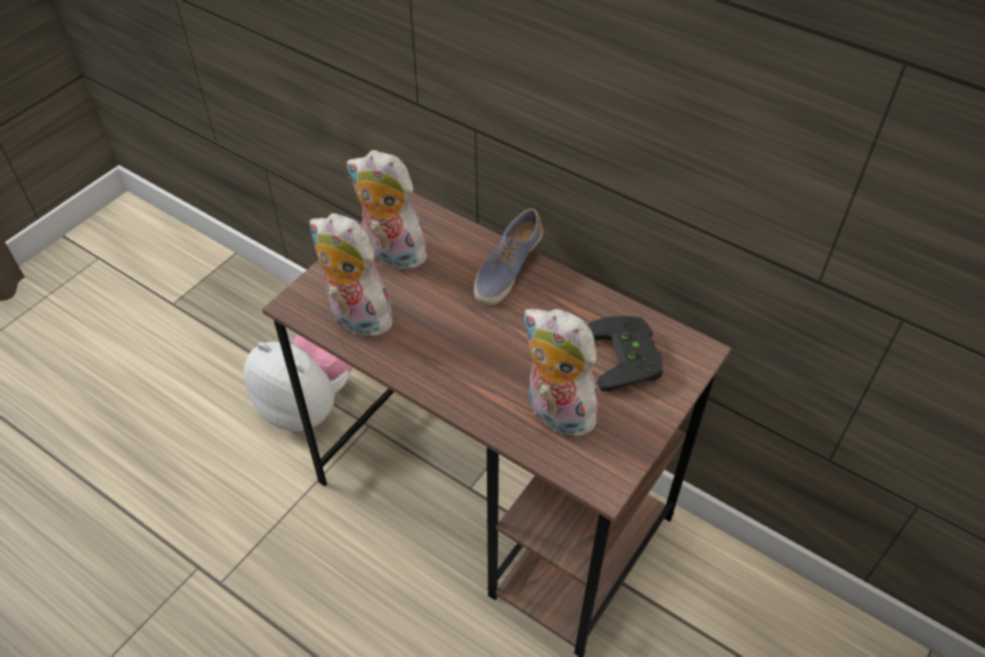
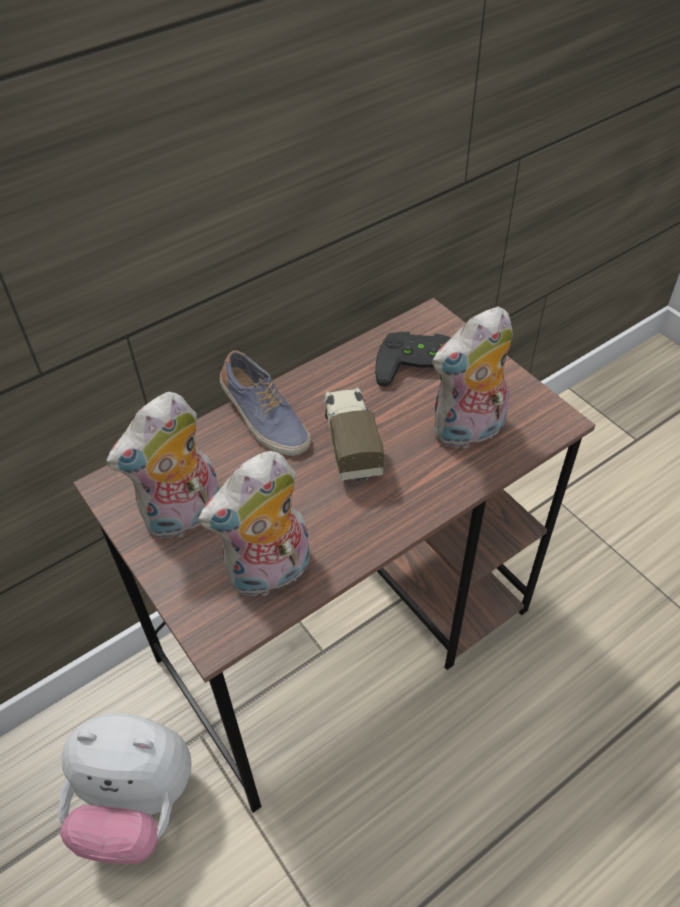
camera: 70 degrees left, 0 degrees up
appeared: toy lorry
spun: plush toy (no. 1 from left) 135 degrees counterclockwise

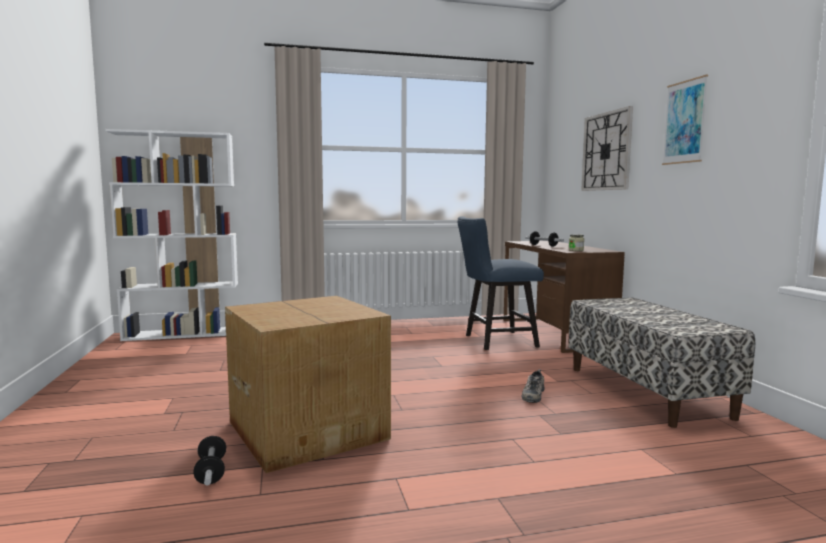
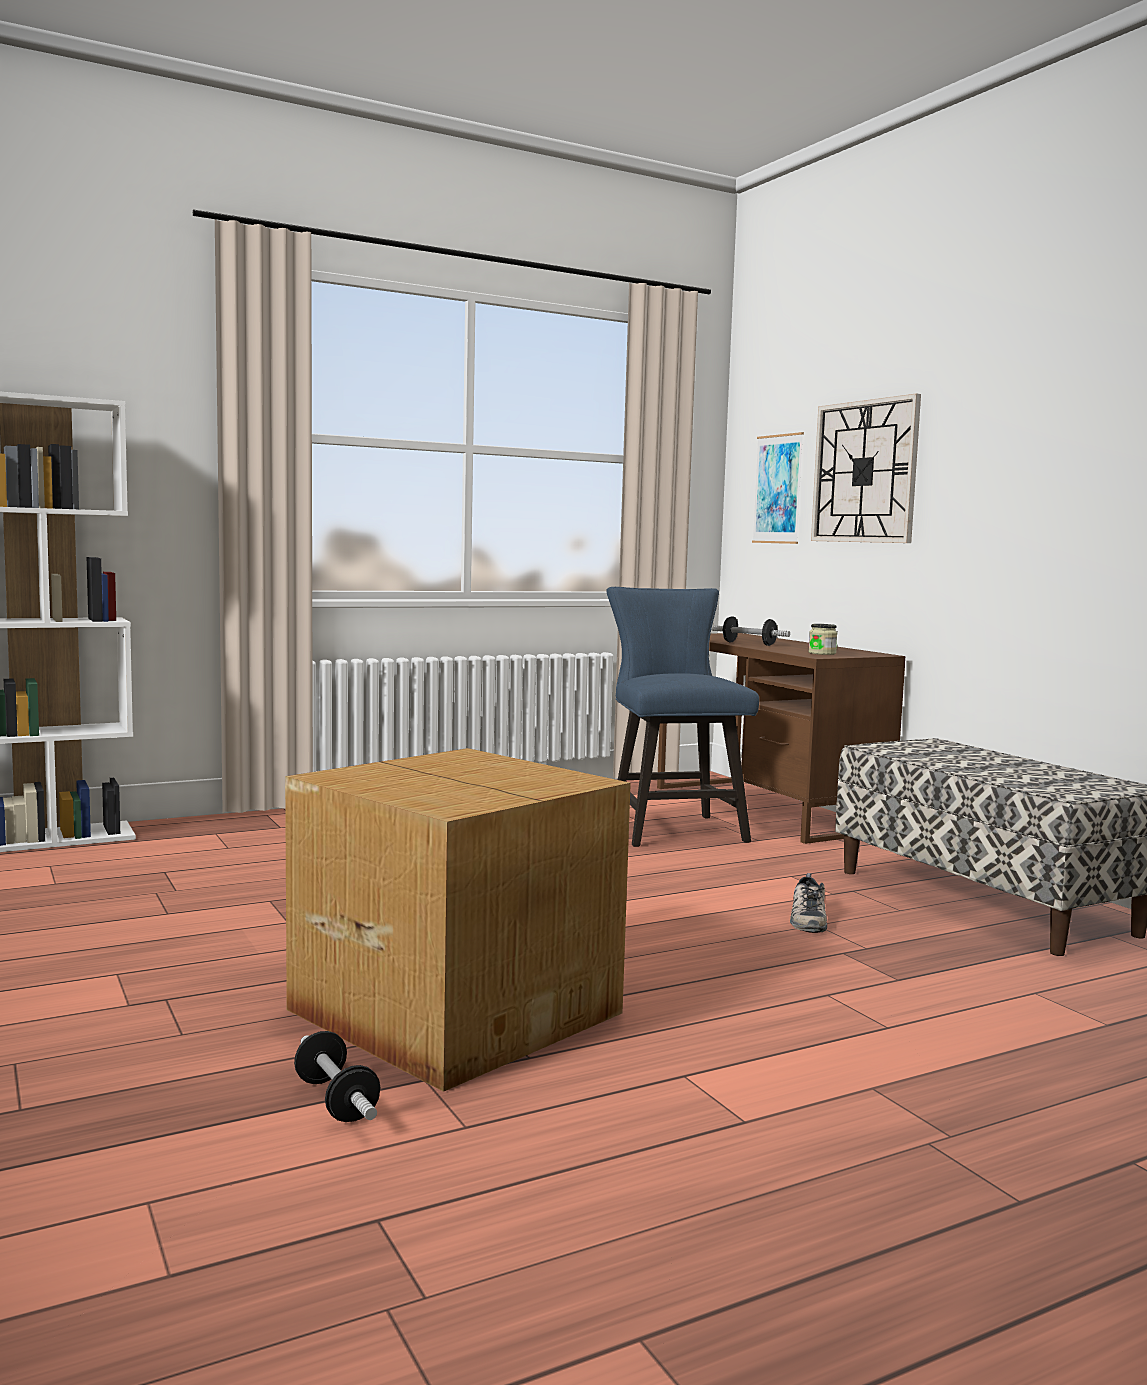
camera: 15 degrees left, 0 degrees up
relocated: wall art
spun: blue chair 105 degrees clockwise

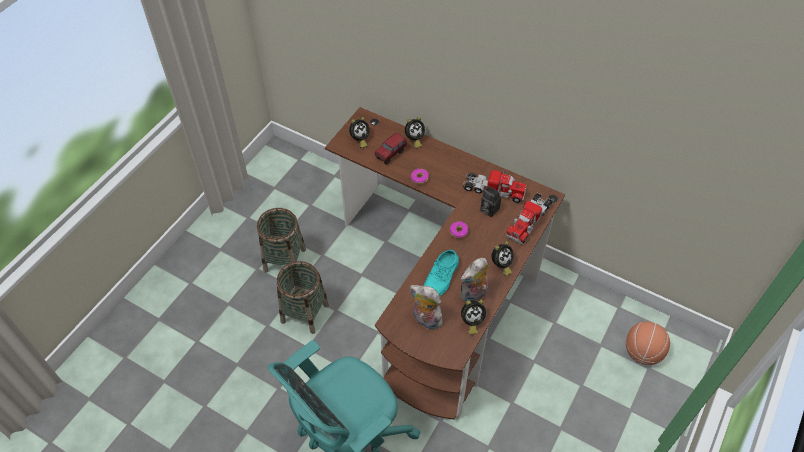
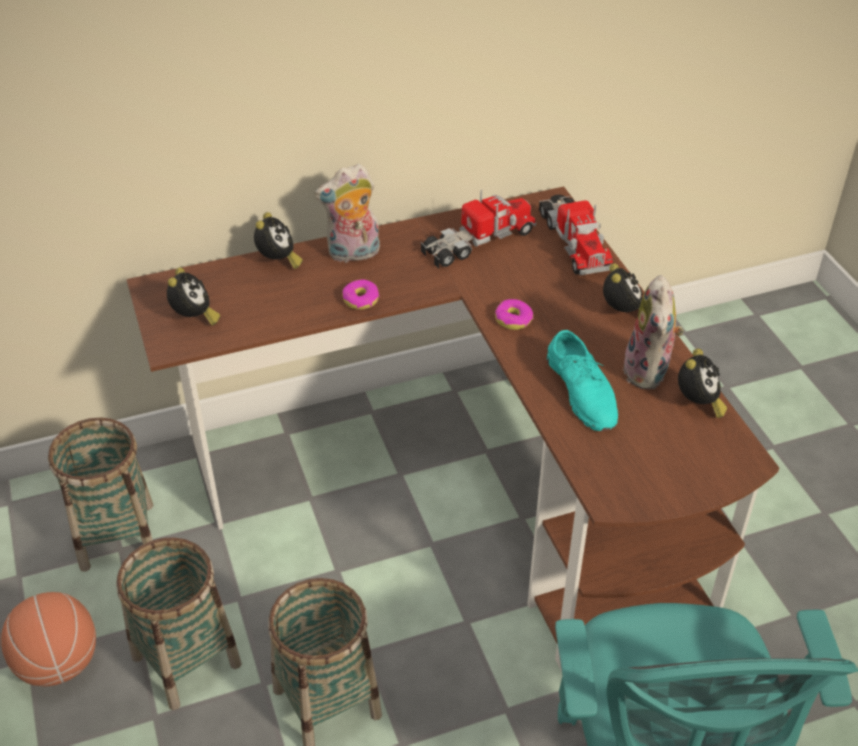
camera: 50 degrees left, 10 degrees down
missing: toy lorry (no. 1 from left); photo camera
appeared: basket (no. 1 from left)
relocated: plush toy (no. 1 from left); ball for basketball

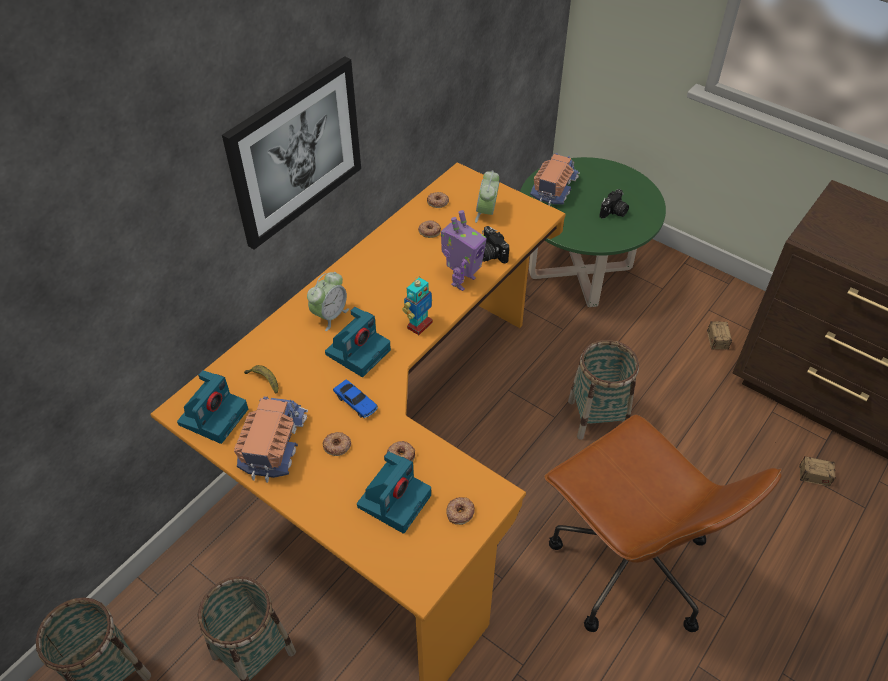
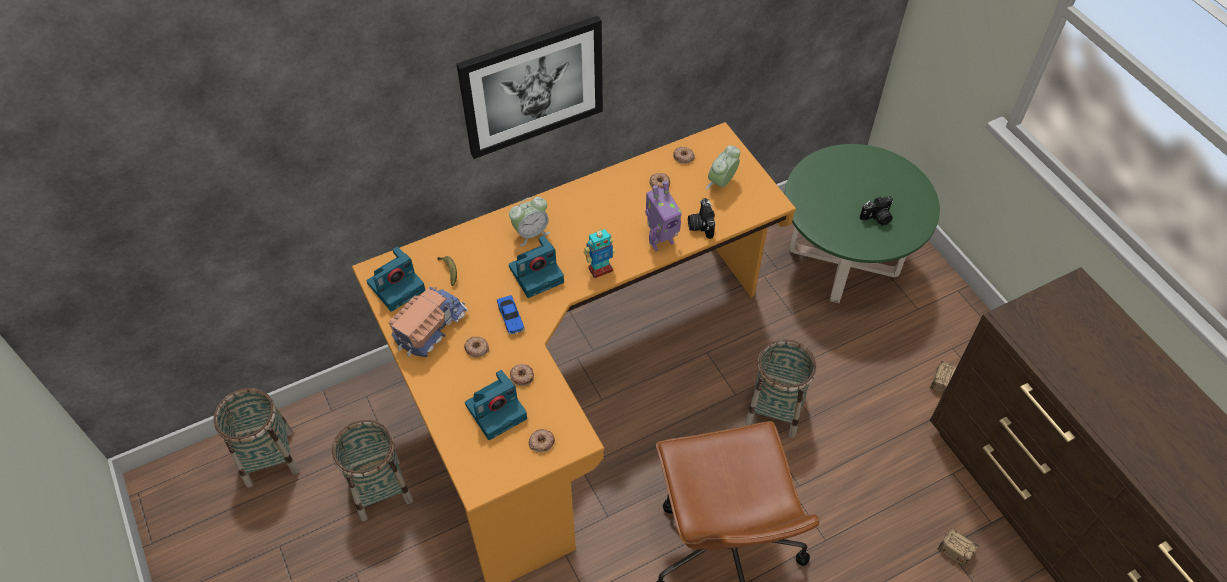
camera: 25 degrees right, 5 degrees up
missing: toy lorry (no. 2 from left)

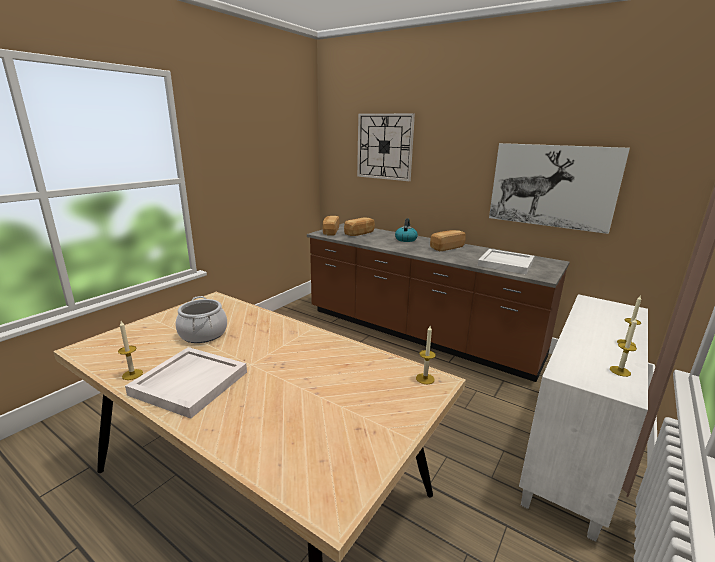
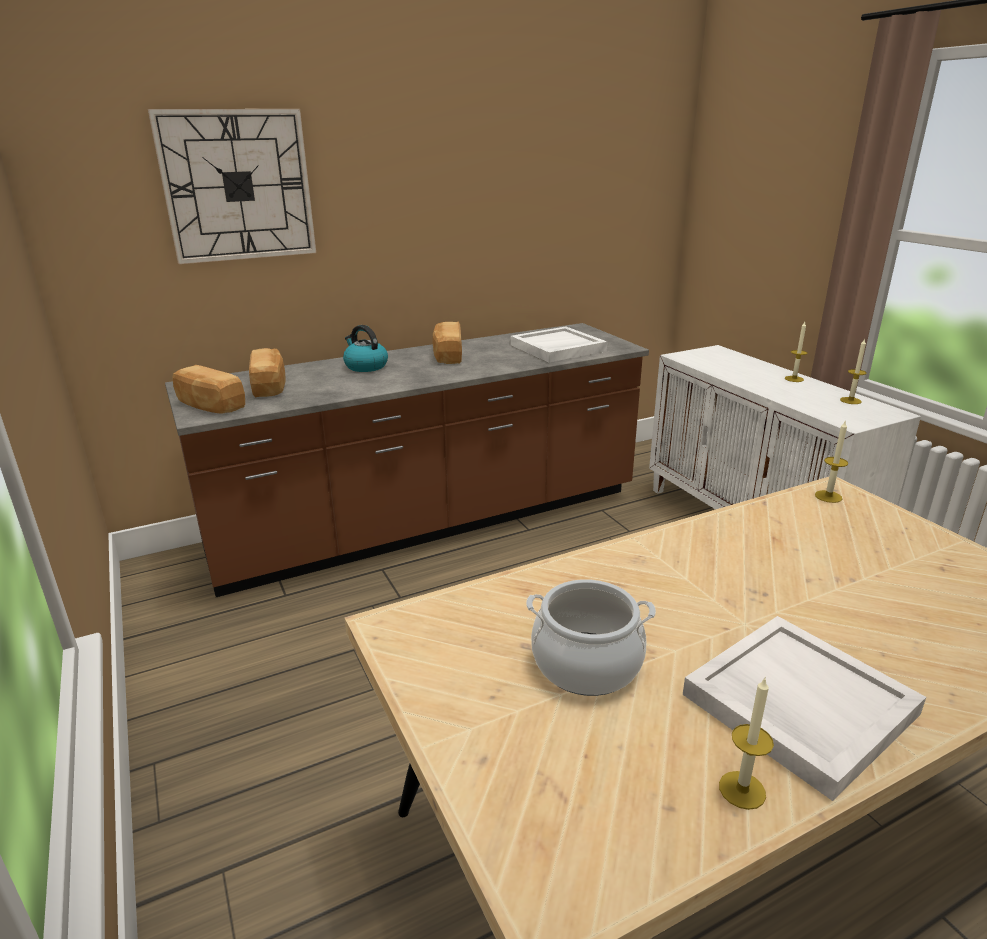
camera: 60 degrees left, 5 degrees up
missing: wall art

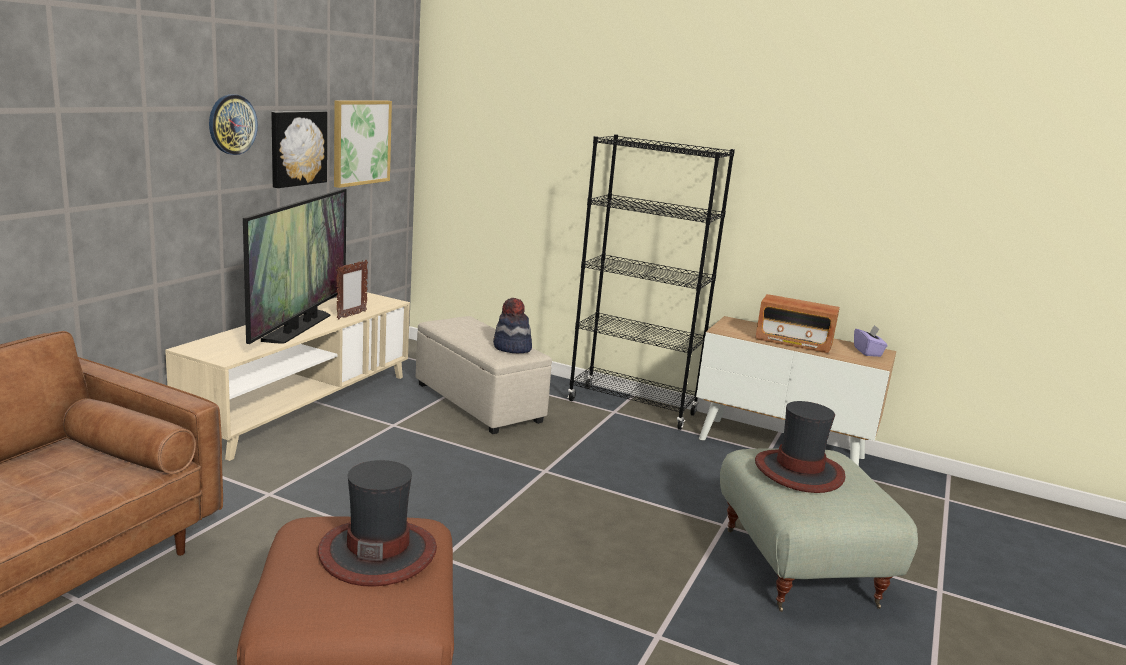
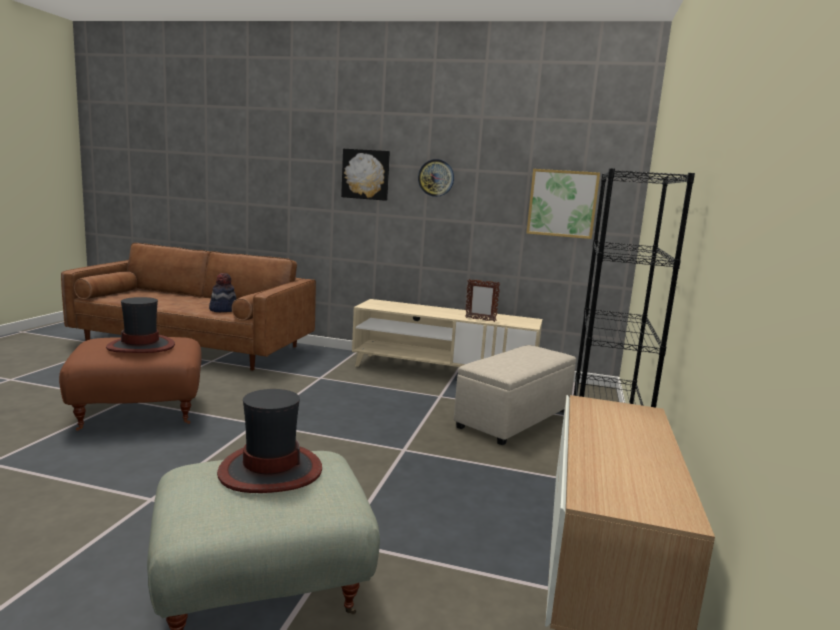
camera: 80 degrees right, 5 degrees down
missing: TV set; radio set; purple tissue holder
relocated: wall art (no. 1 from left); hat (no. 2 from left)

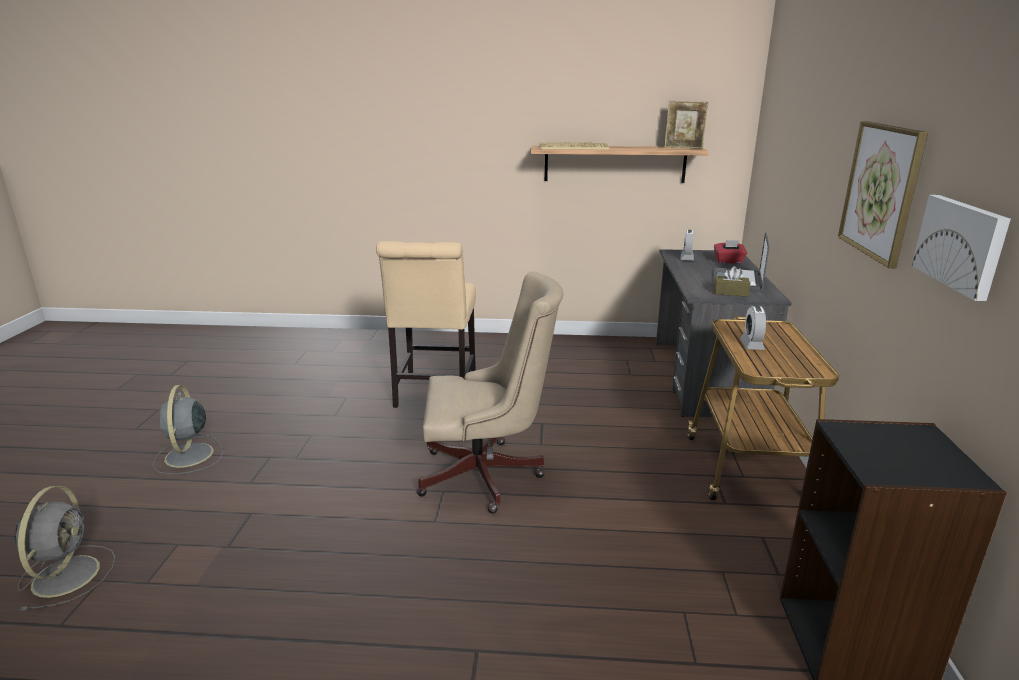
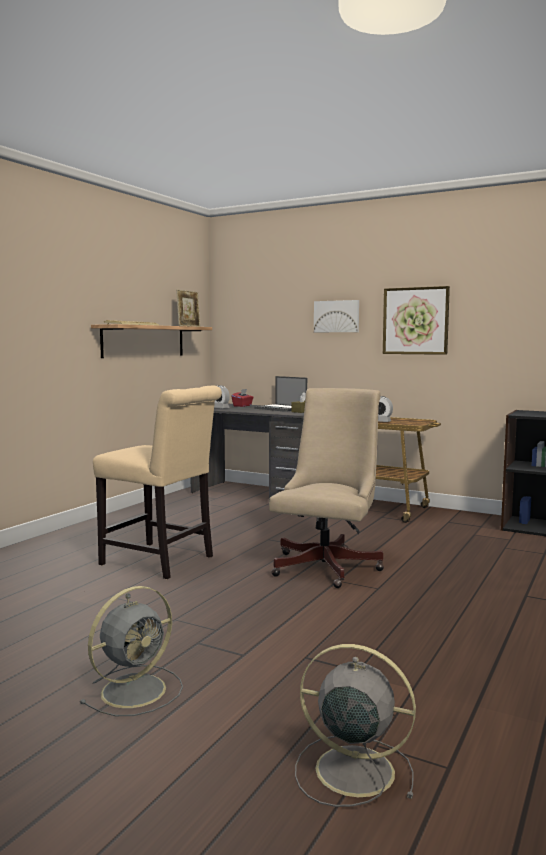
camera: 65 degrees left, 15 degrees down
relocated: wall art (no. 2 from left in the first image) to wall art (no. 1 from left)
spun: gray electric fan (no. 2 from left in the first image) 60 degrees counterclockwise

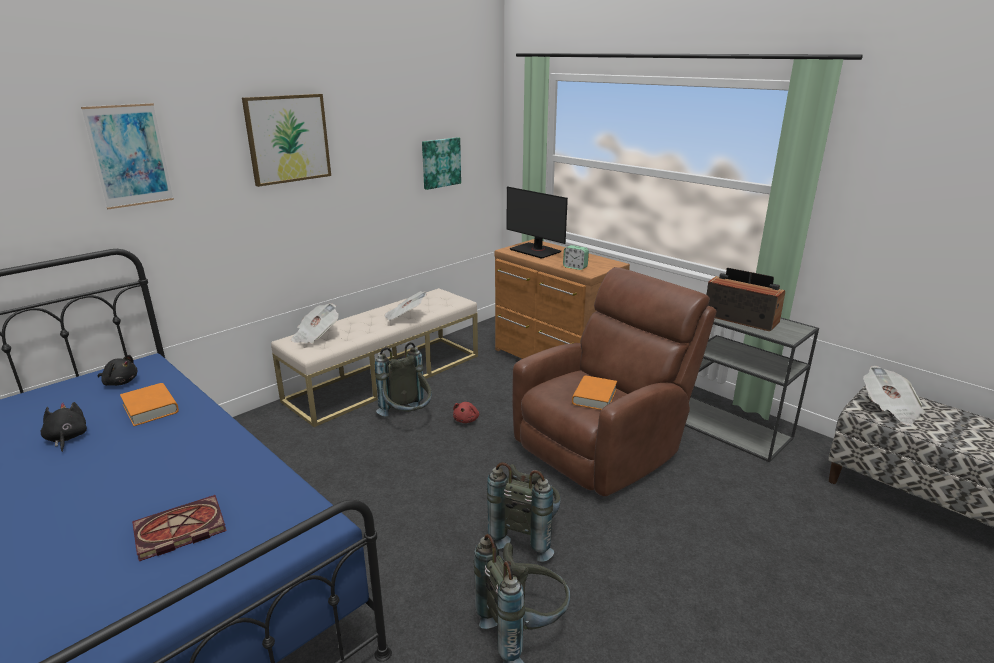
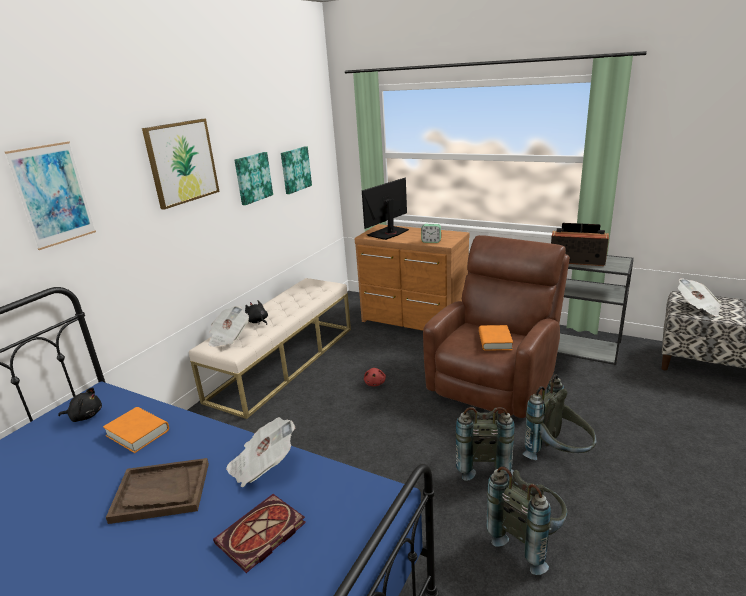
camera: 15 degrees left, 0 degrees up
appeared: brownish carrying tray; wall art (no. 3 from left)
relocated: black plush toy (no. 1 from left in the first image) to black plush toy (no. 2 from left); gray backpack (no. 1 from left in the first image) to gray backpack (no. 3 from left); printed paper (no. 2 from left)
spun: computer screen 105 degrees clockwise

